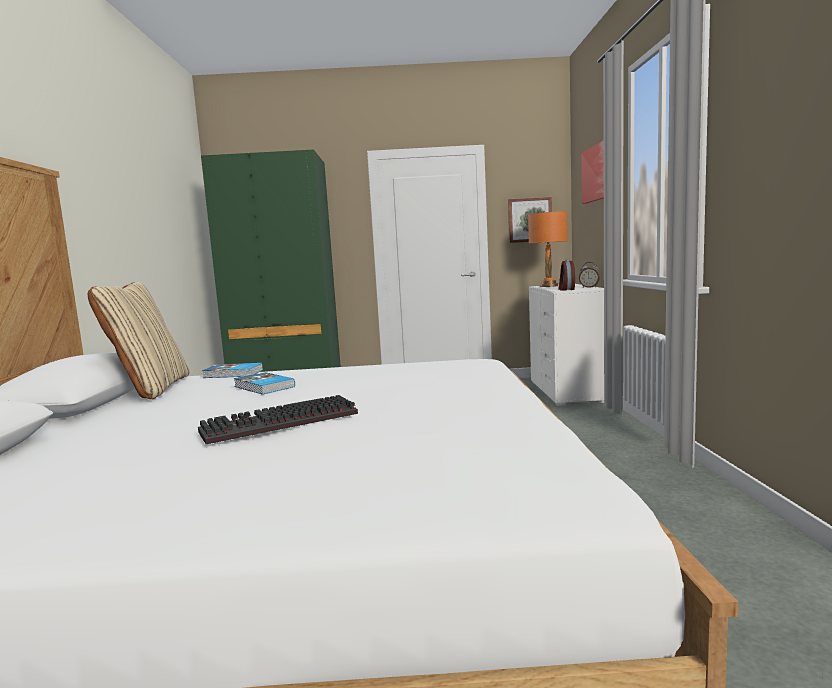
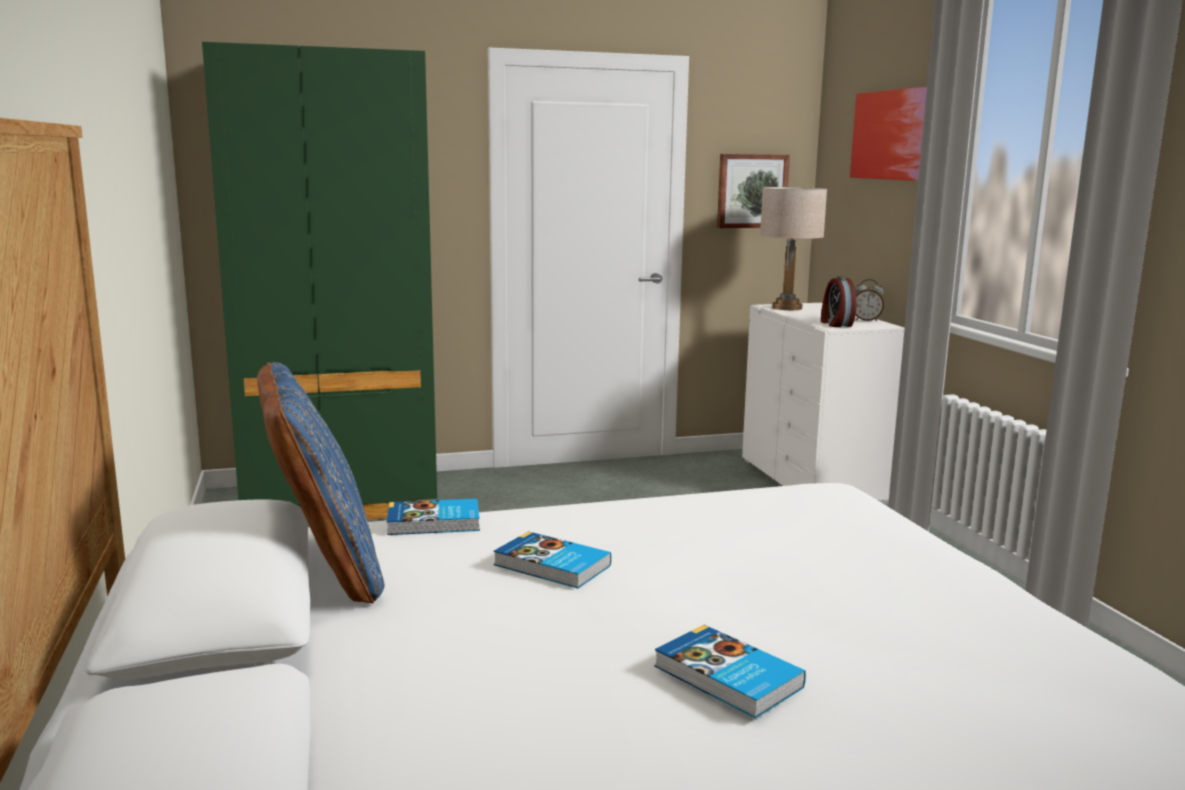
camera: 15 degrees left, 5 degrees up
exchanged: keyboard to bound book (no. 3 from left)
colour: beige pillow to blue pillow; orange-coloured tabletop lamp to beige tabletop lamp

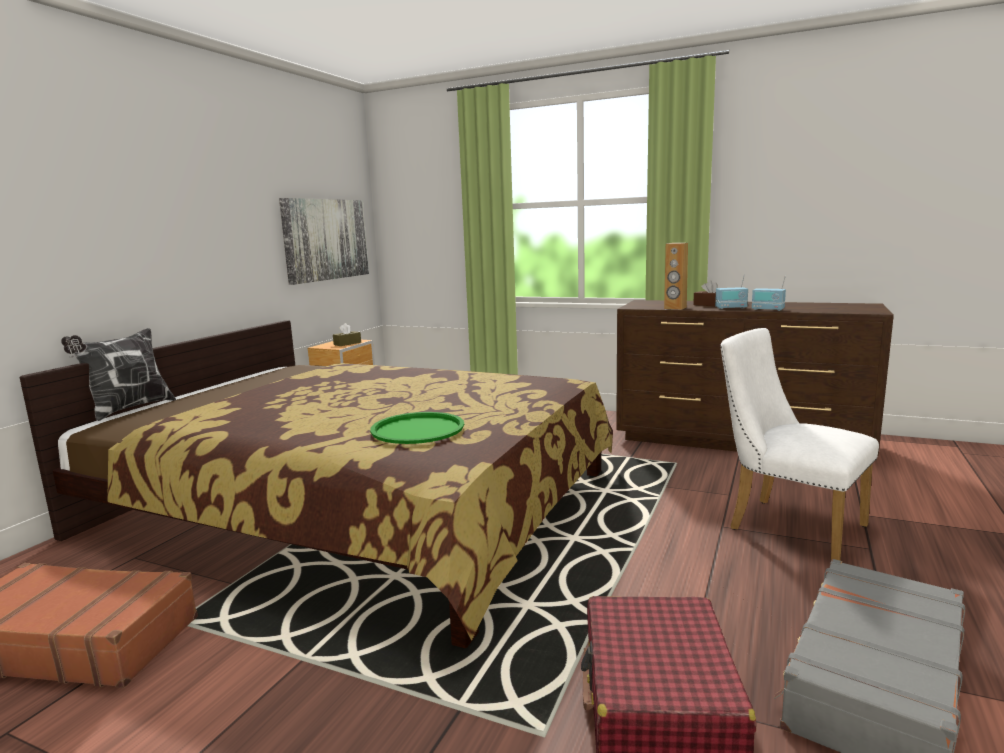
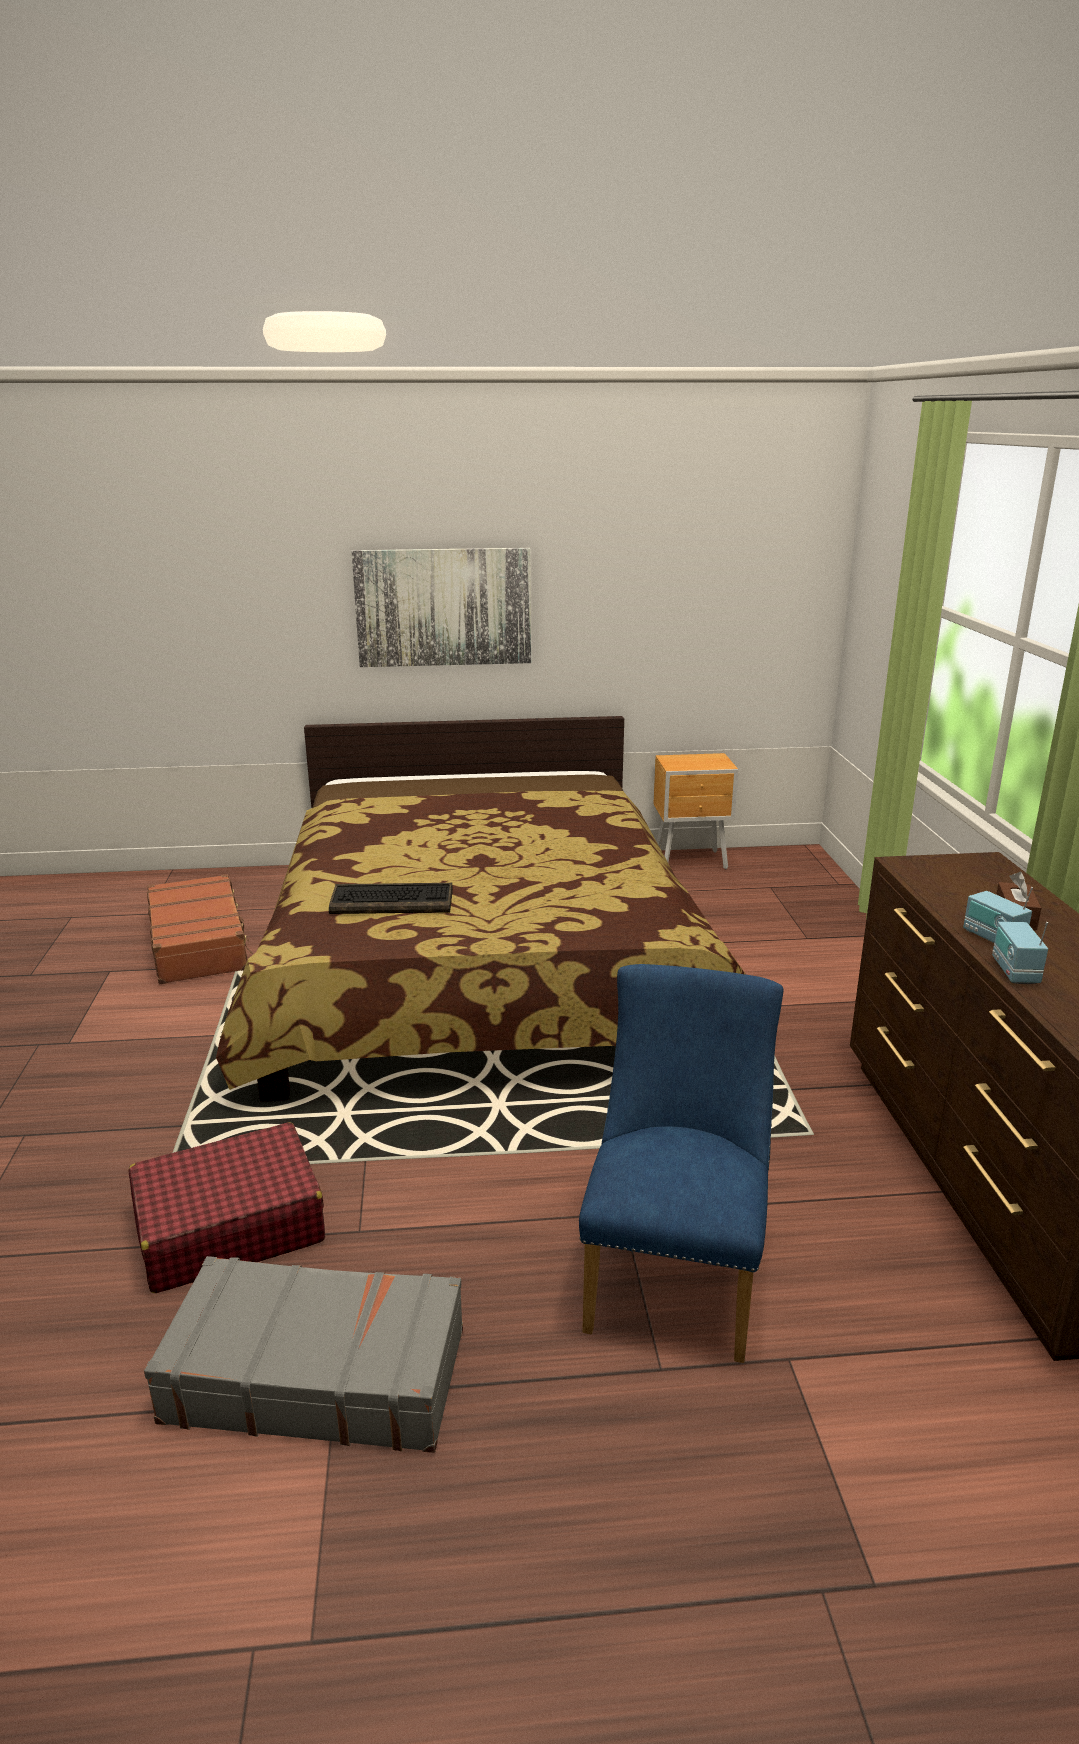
camera: 60 degrees right, 10 degrees up
missing: pillow; brownish tissue holder (no. 1 from left); brownish audio speaker
relocated: wall art
exchanged: green-coloured carrying tray to keyboard
colour: white chair to blue chair

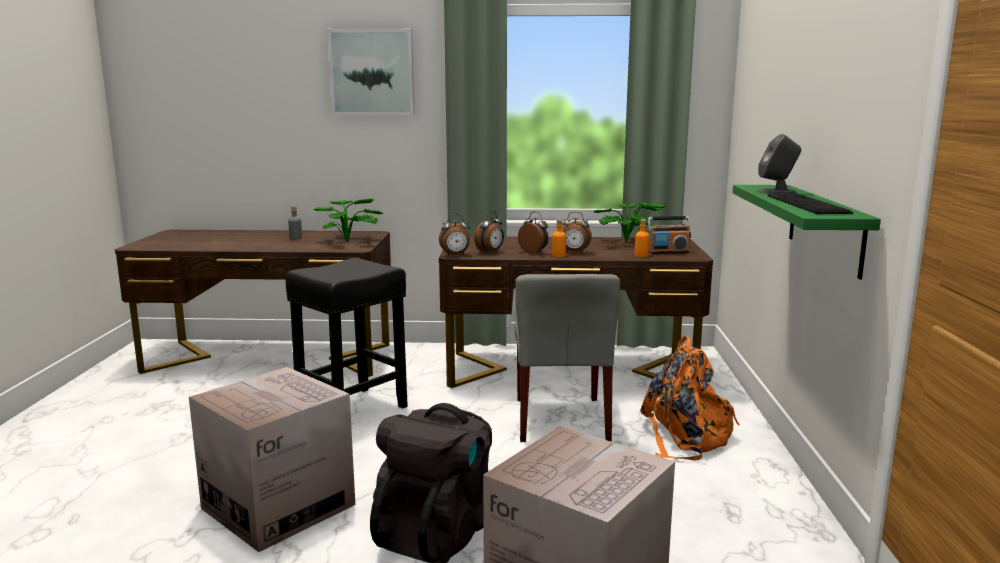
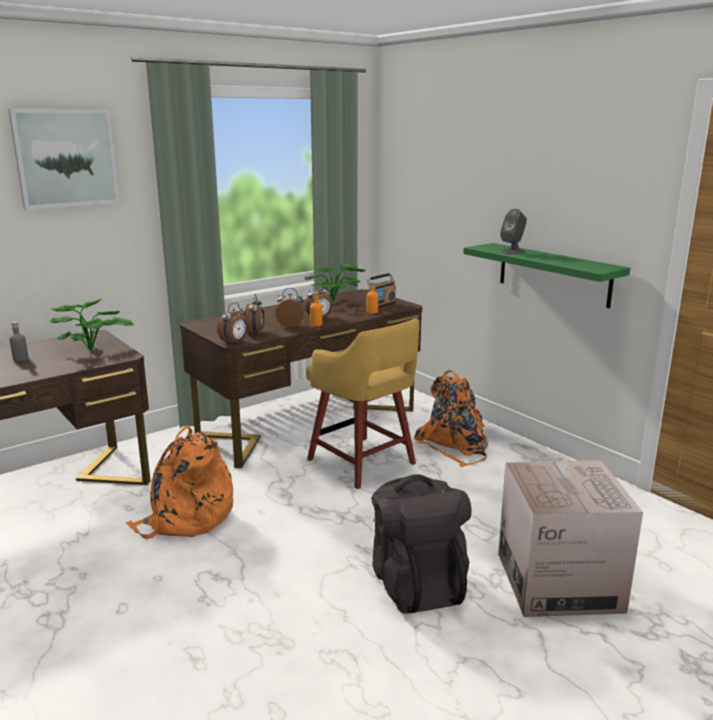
camera: 40 degrees left, 5 degrees up
missing: carton (no. 1 from left); keyboard
exchanged: black sitting stool to orange-coloured backpack (no. 1 from left); gray chair to yellow sitting stool

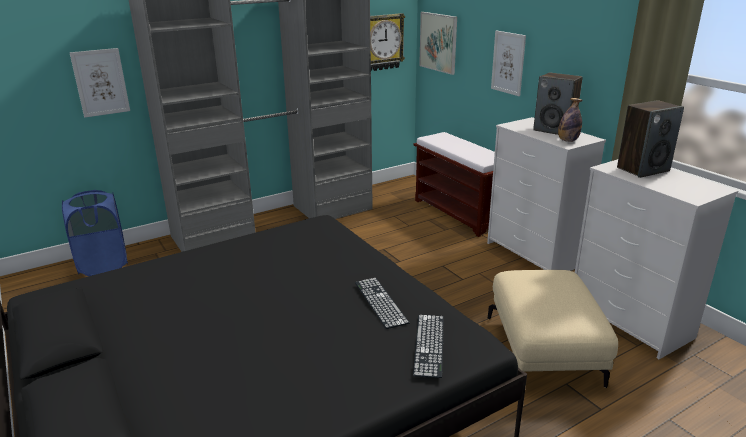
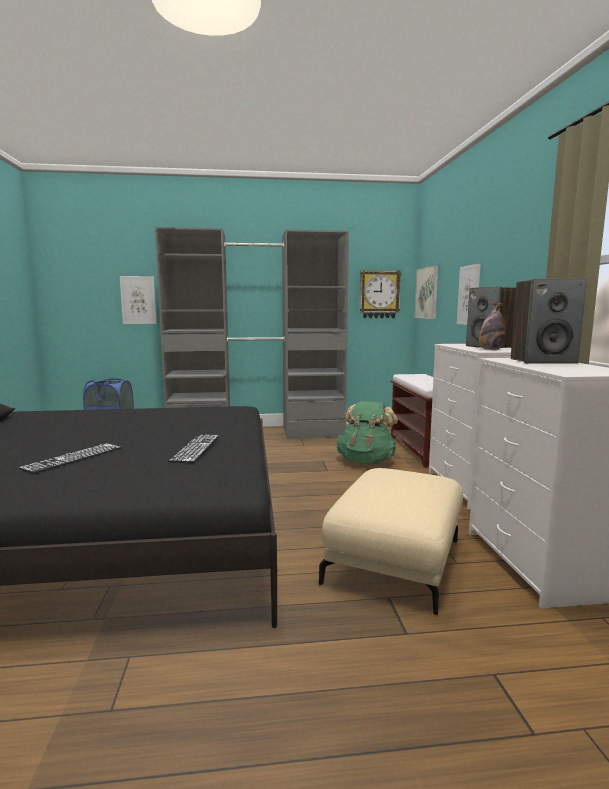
camera: 25 degrees right, 15 degrees down
appeared: green-coloured backpack
relocated: keyboard (no. 2 from left in the first image) to keyboard (no. 1 from left)

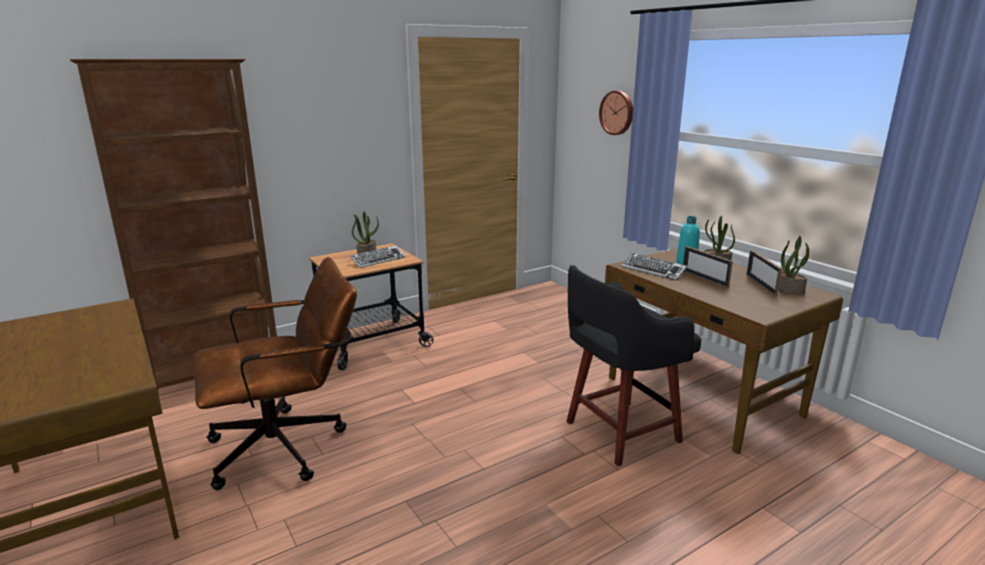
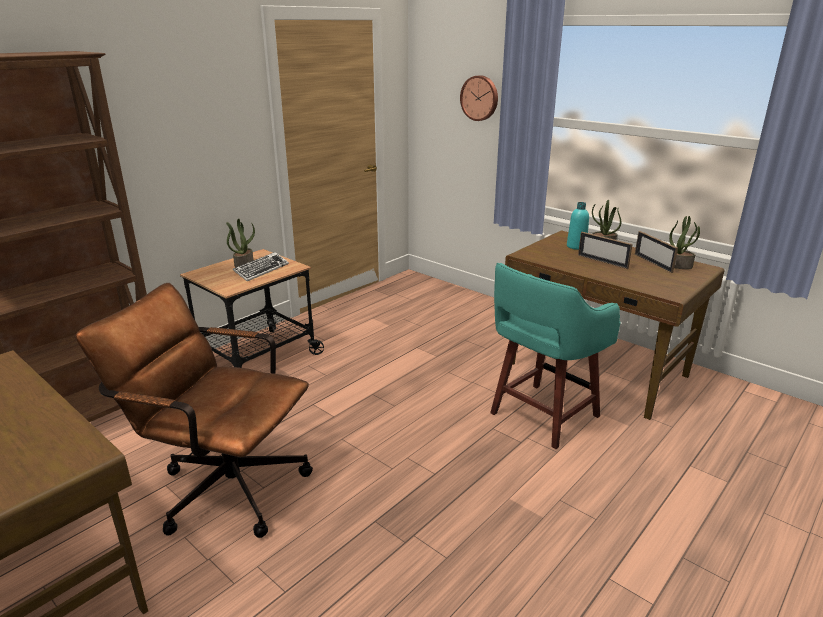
camera: 15 degrees left, 5 degrees up
missing: keyboard (no. 2 from left)
colour: black sitting stool to blue-green sitting stool
spun: brownish office chair 120 degrees counterclockwise

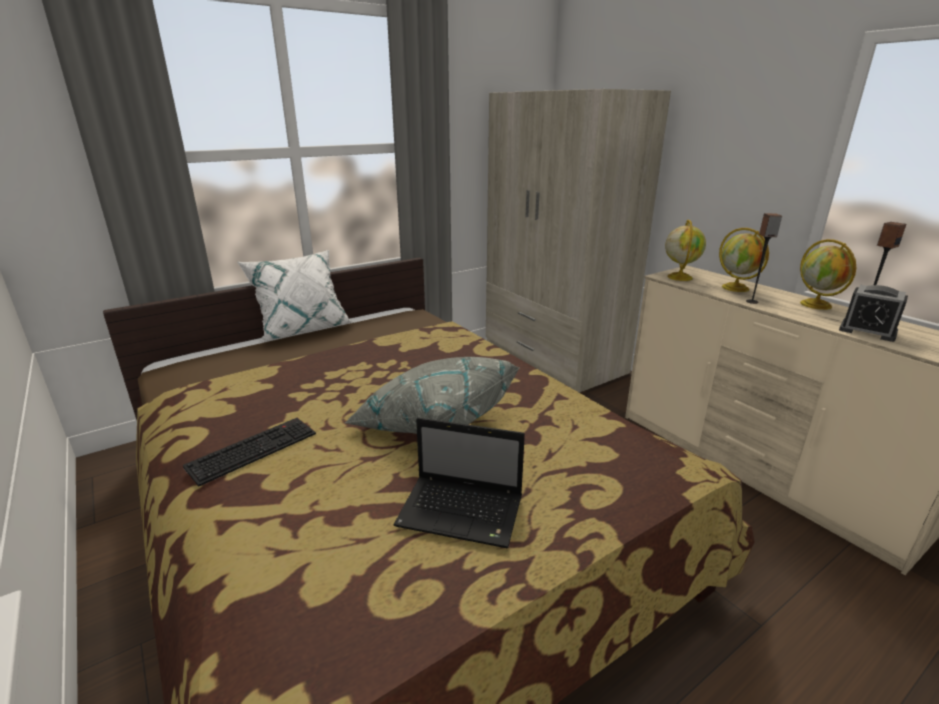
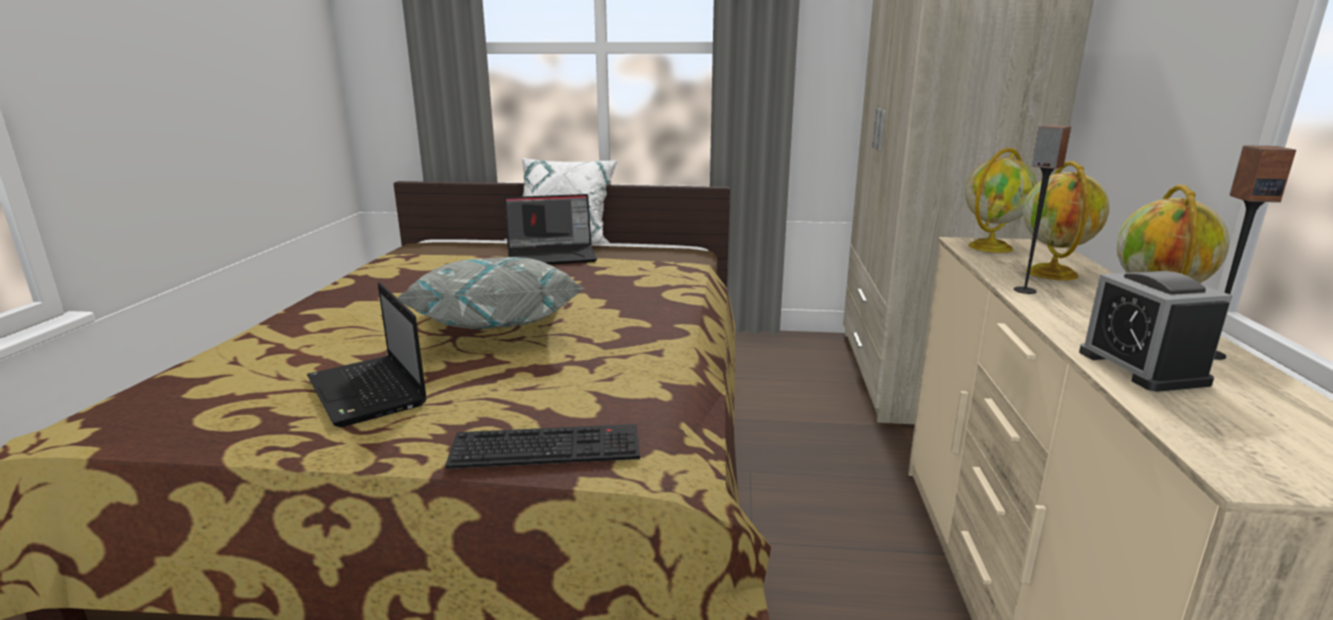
camera: 40 degrees right, 5 degrees down
appeared: laptop (no. 2 from left)
relocated: keyboard

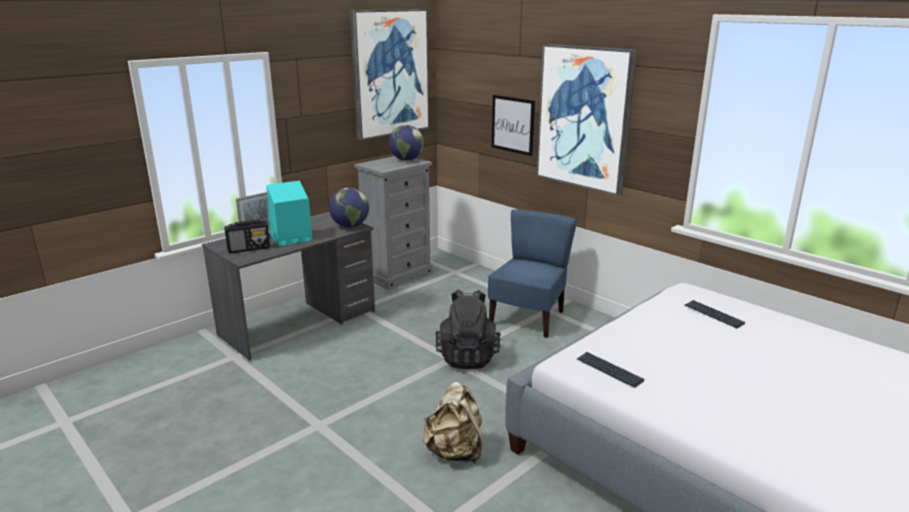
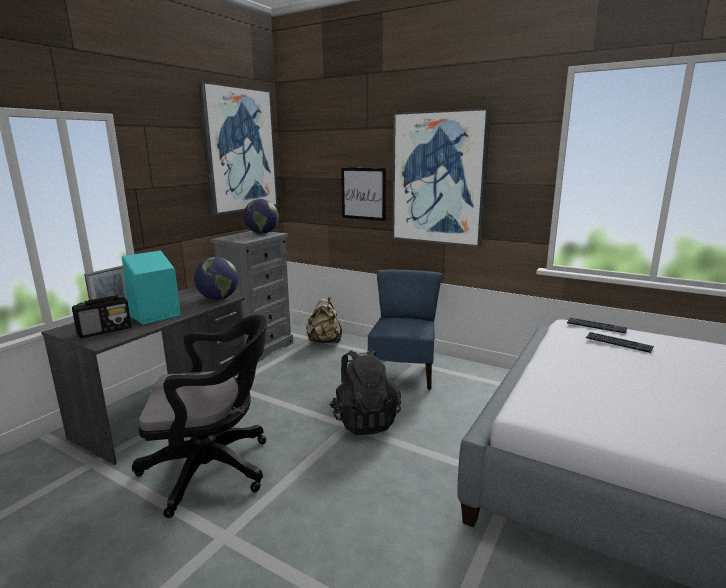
camera: 15 degrees left, 5 degrees down
appeared: black office chair
relocated: beige backpack; keyboard (no. 1 from left)

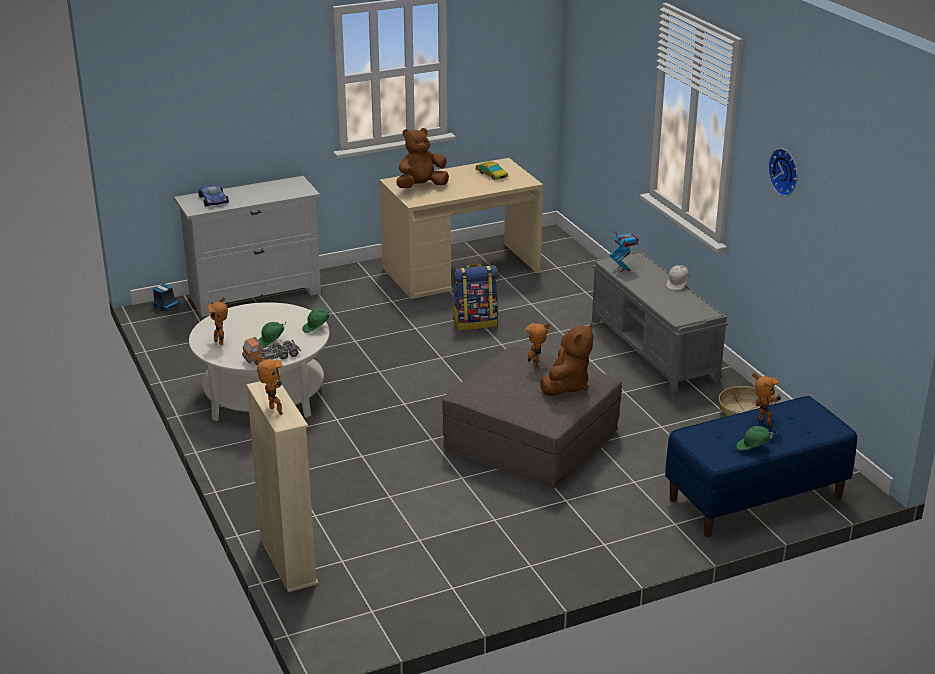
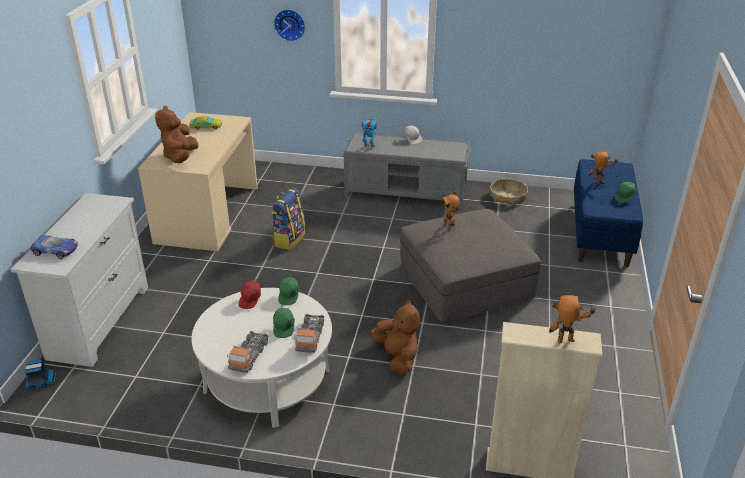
camera: 55 degrees left, 5 degrees up
appeared: red cap
relocated: brownish plush toy (no. 2 from left); clock on the wall
exchanged: model robot (no. 1 from left) to toy lorry (no. 2 from left)

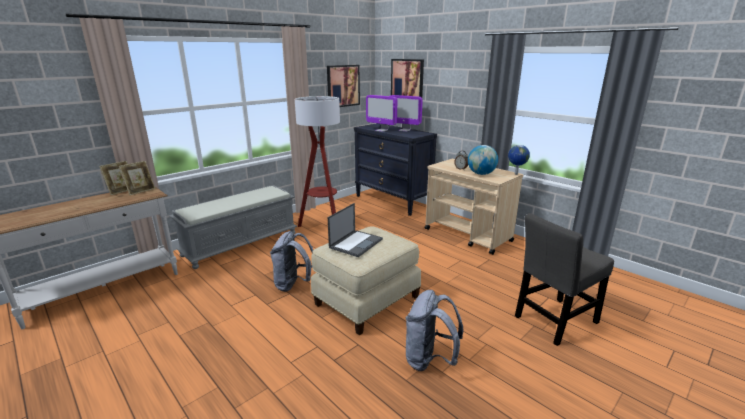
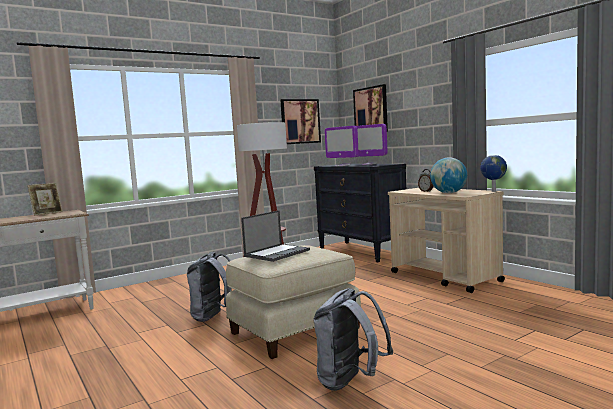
camera: 10 degrees right, 15 degrees down
missing: photo frame (no. 2 from left); gray indoor bench; gray chair

